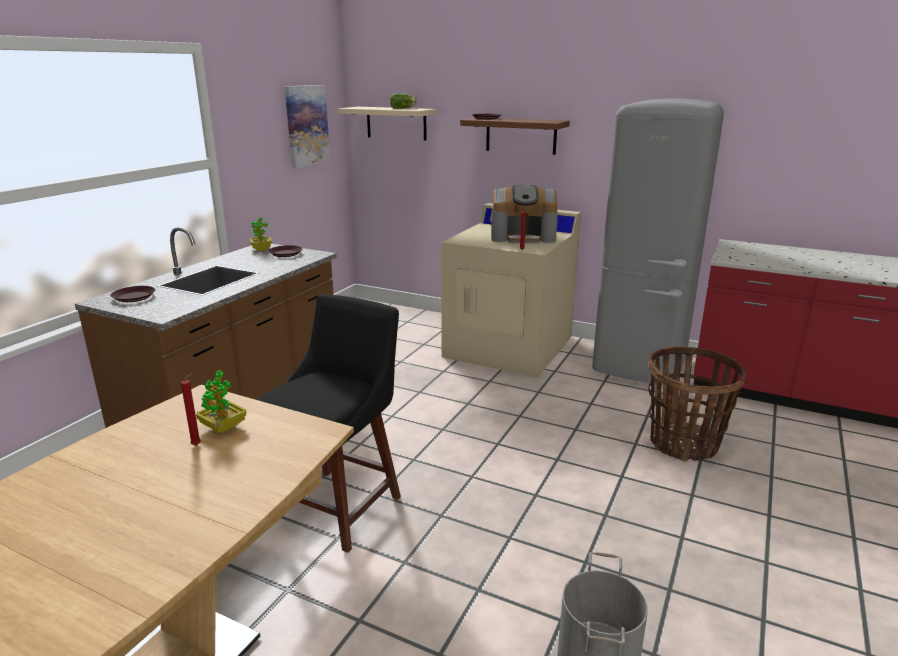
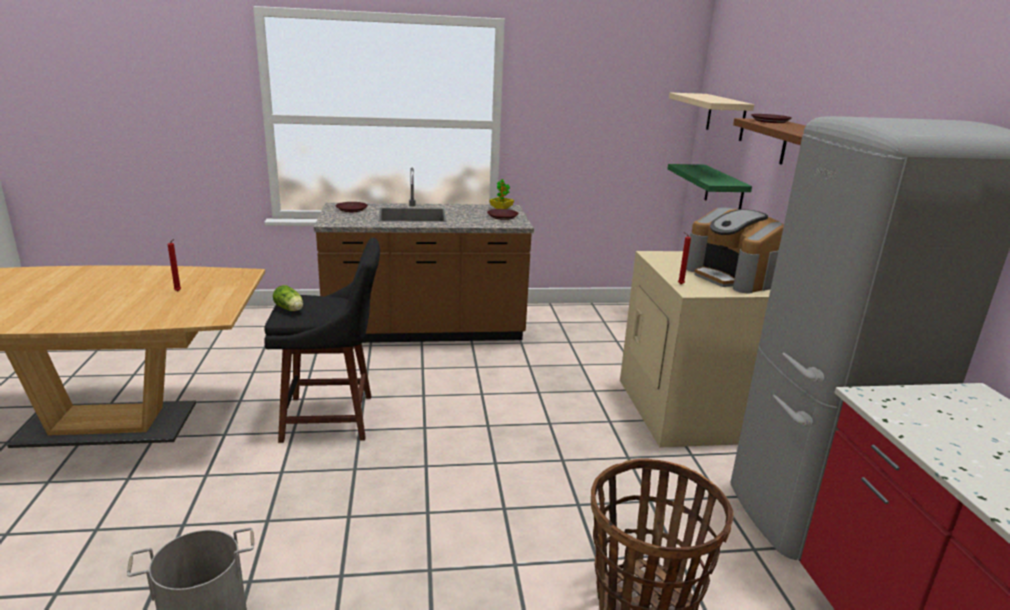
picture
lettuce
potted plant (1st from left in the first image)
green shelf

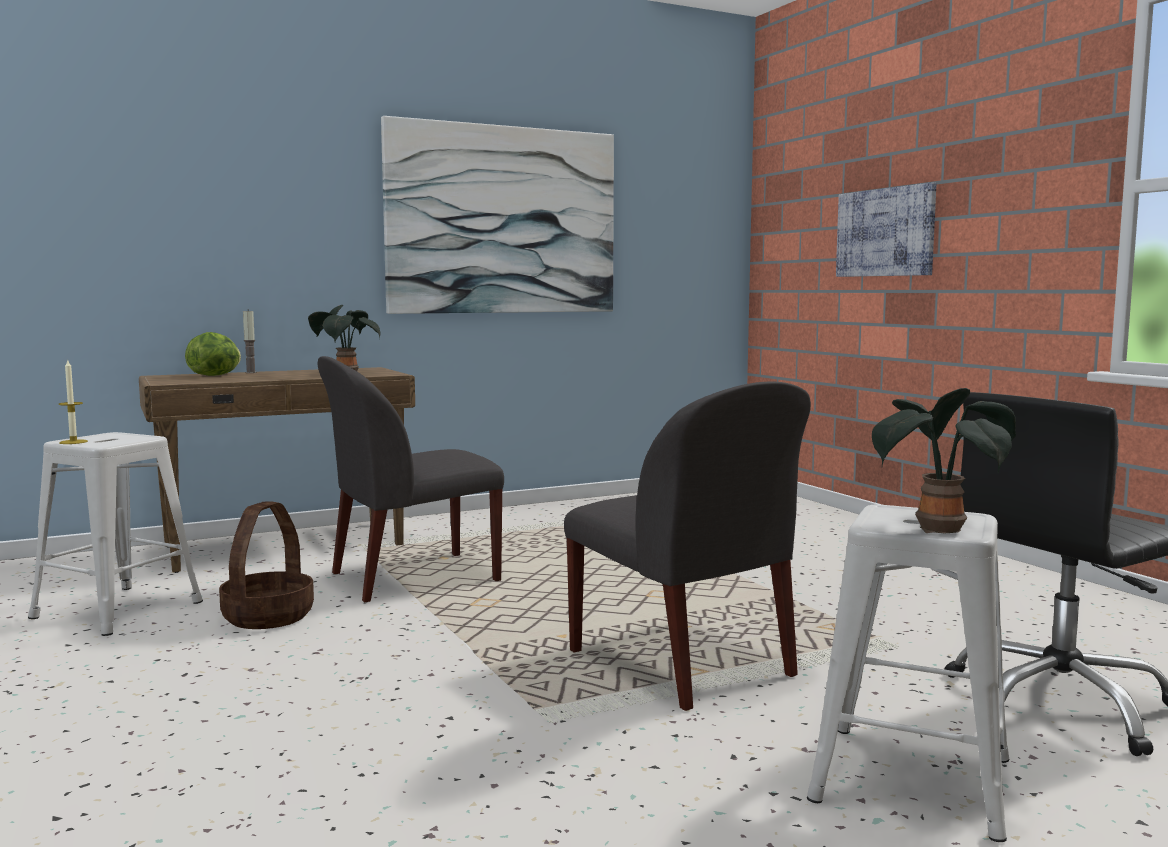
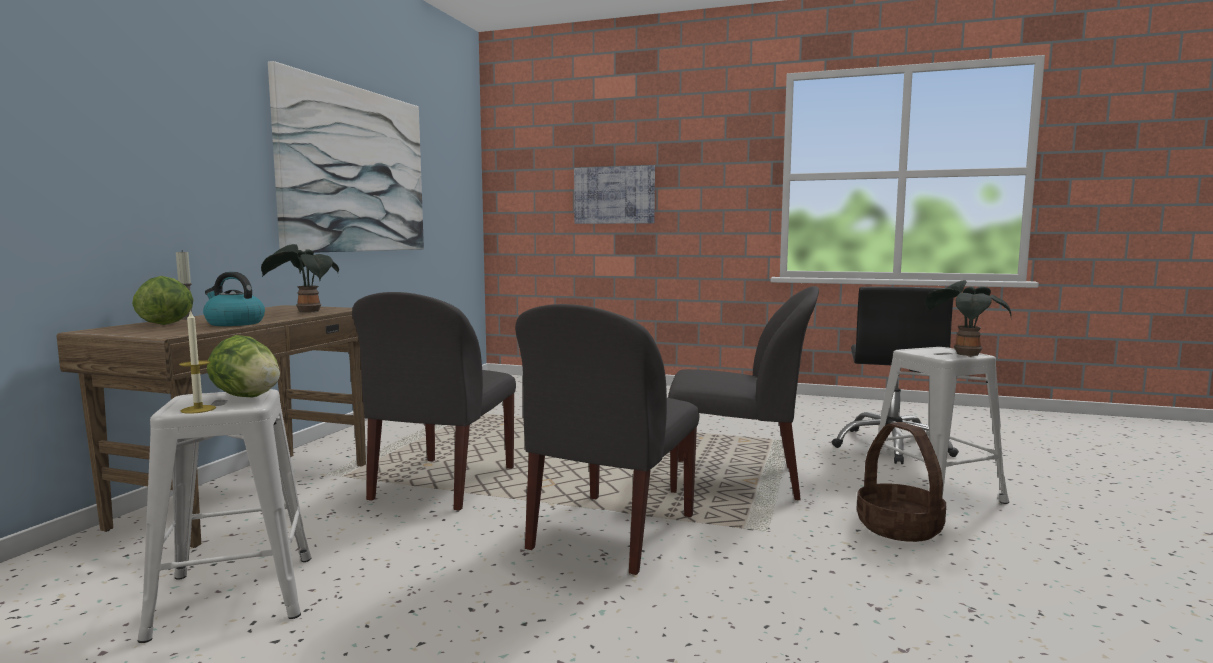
basket
kettle
grey chair (2nd from left)
lettuce (2nd from left)

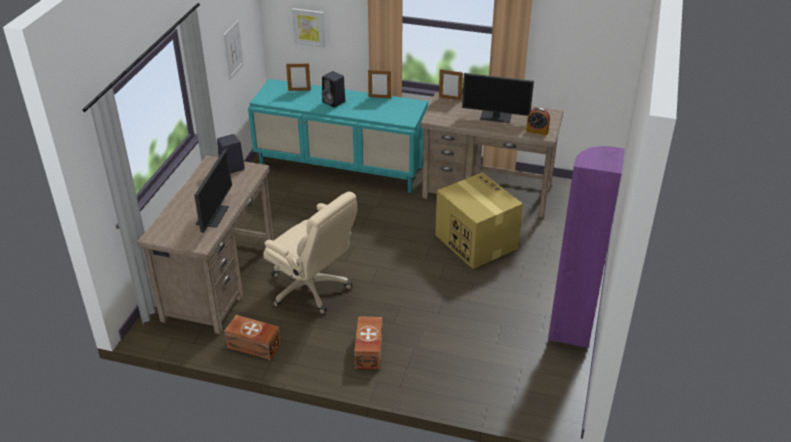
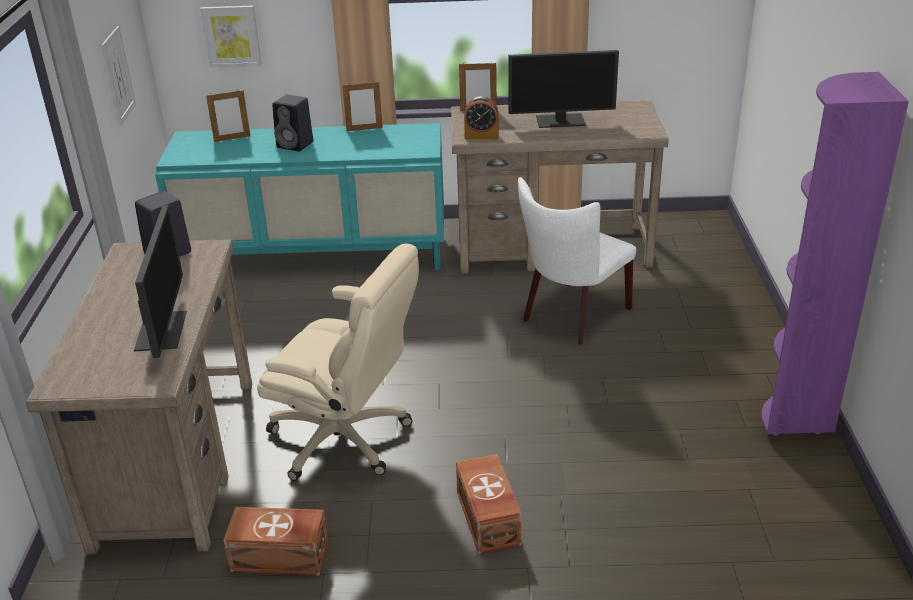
alarm clock
white chair

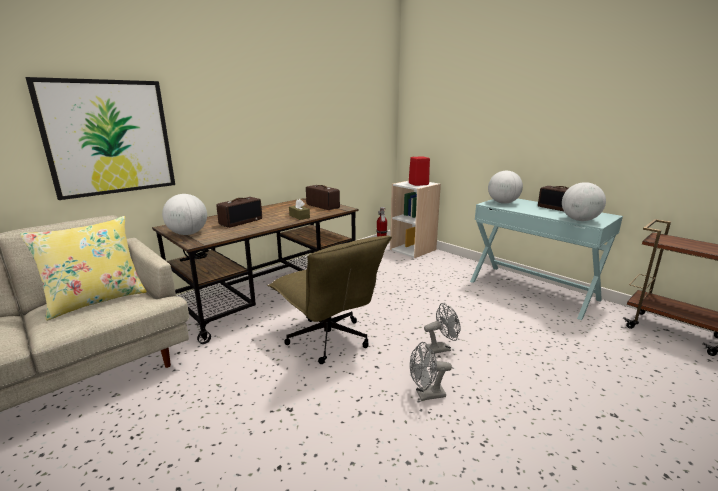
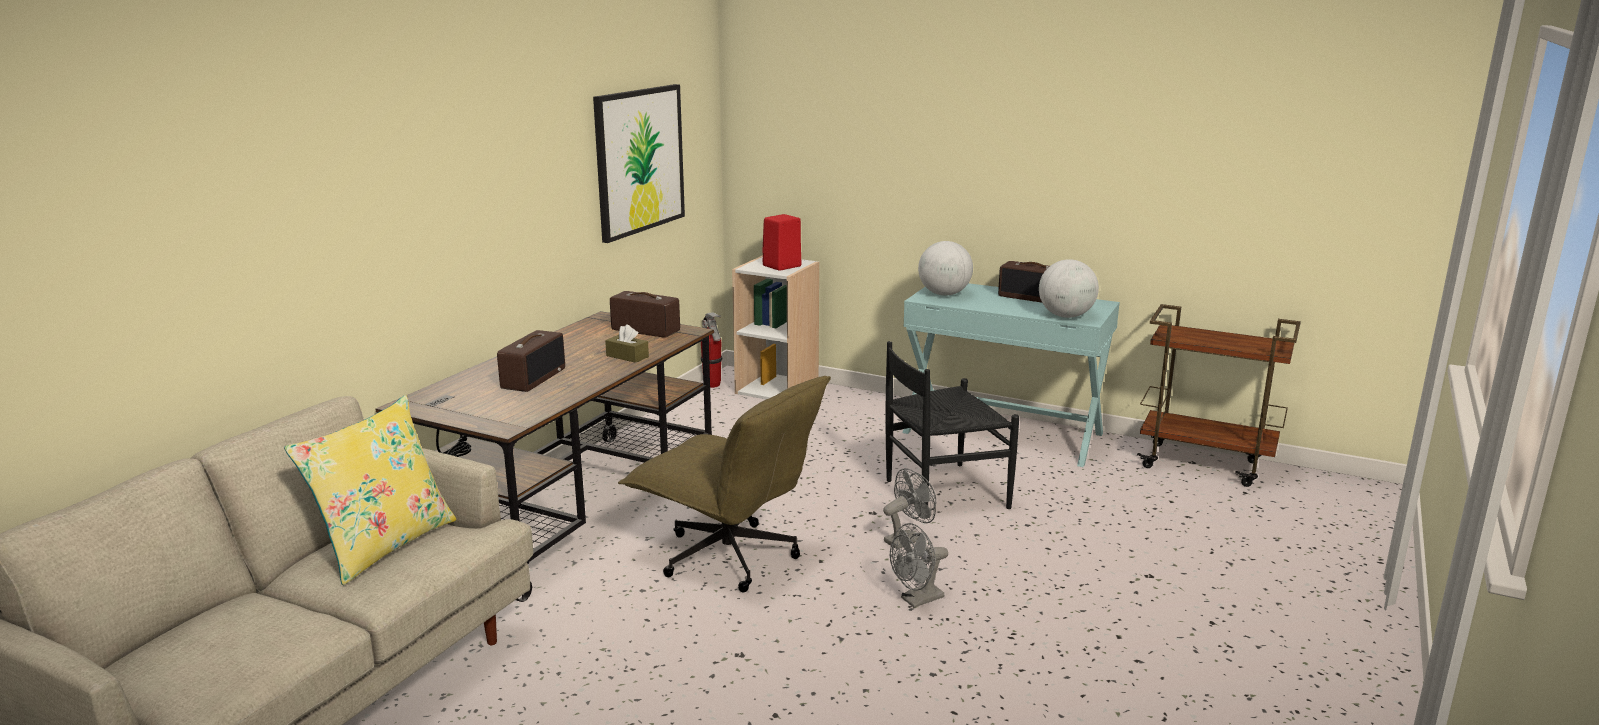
picture
globe (1st from left in the first image)
black chair

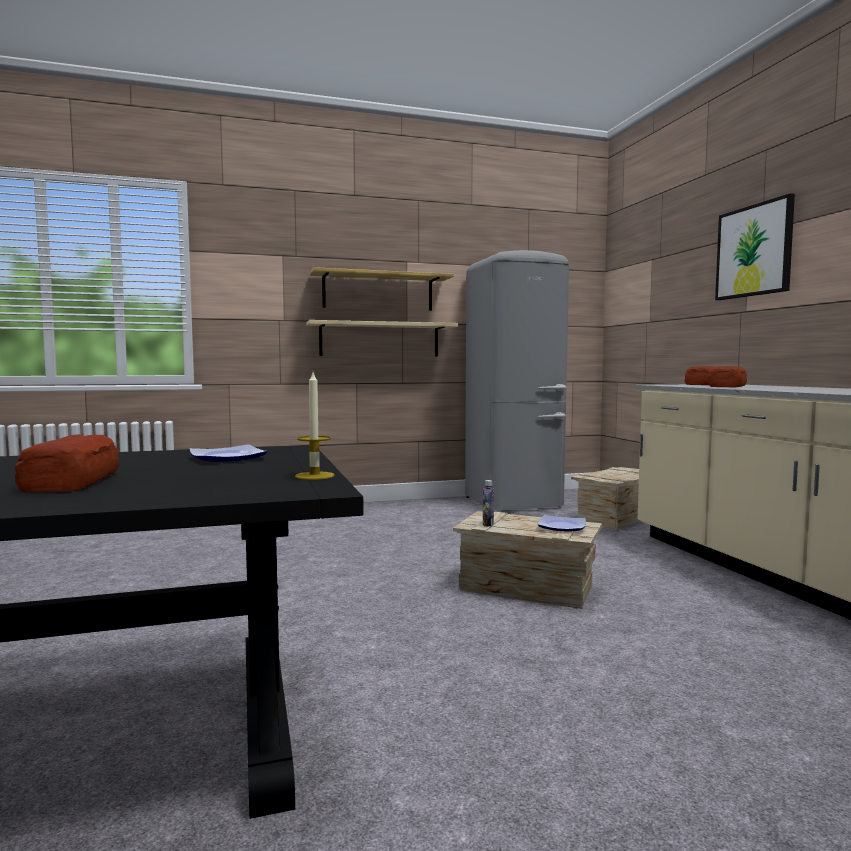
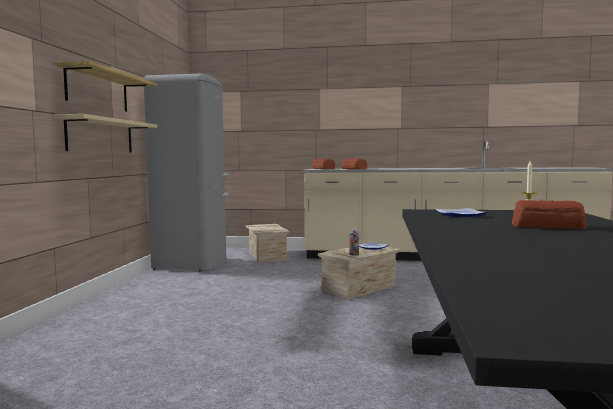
picture

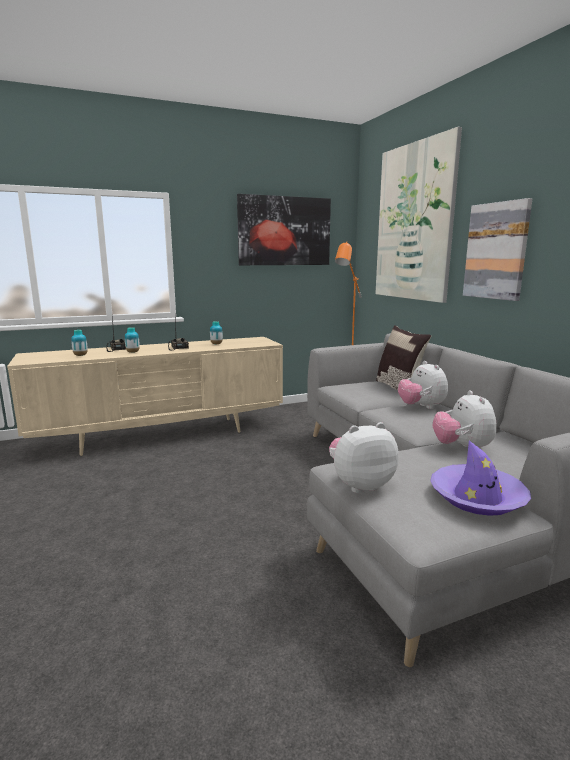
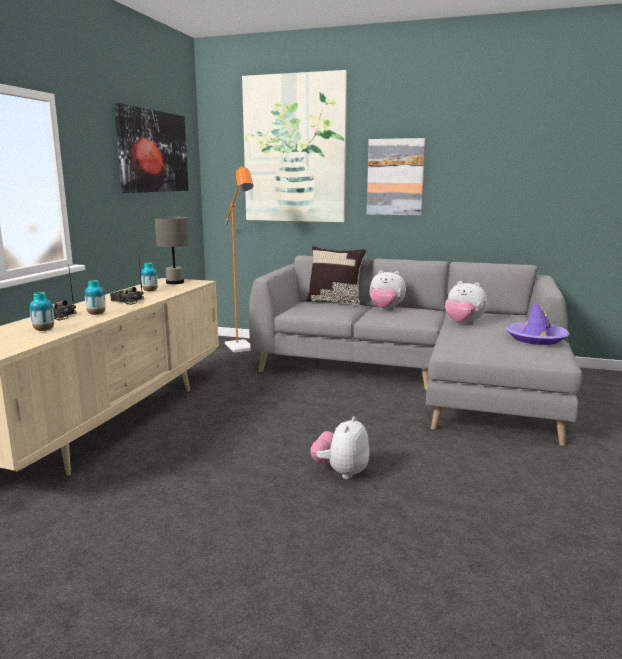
plush toy (1st from left)
grey table lamp

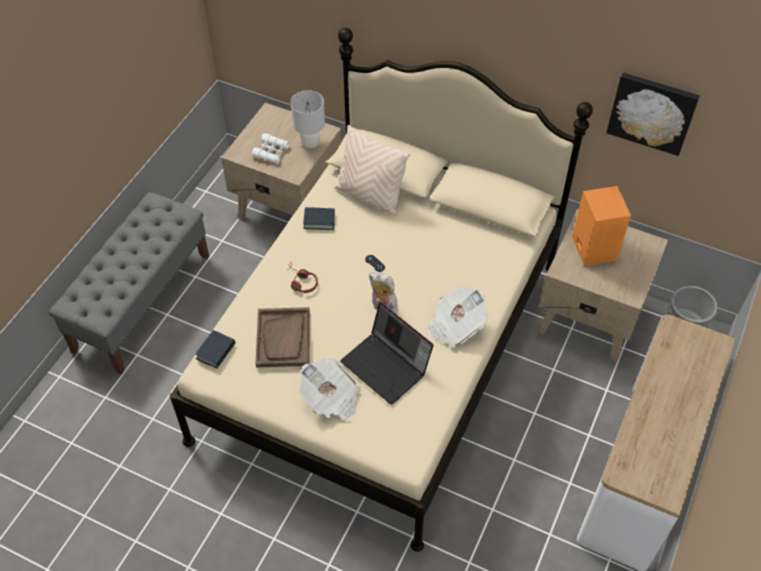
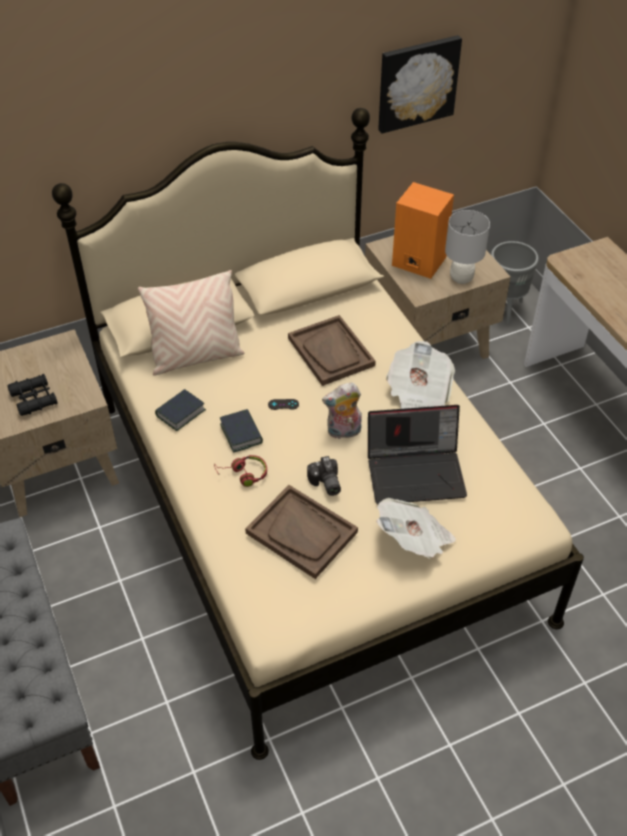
grey table lamp
black binoculars
book (2nd from left)
brown tray (2nd from left)
photo camera

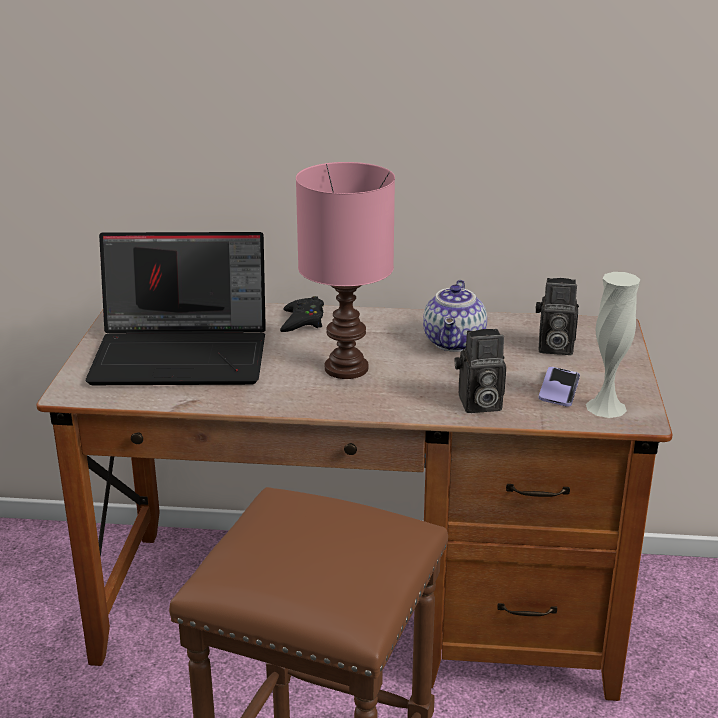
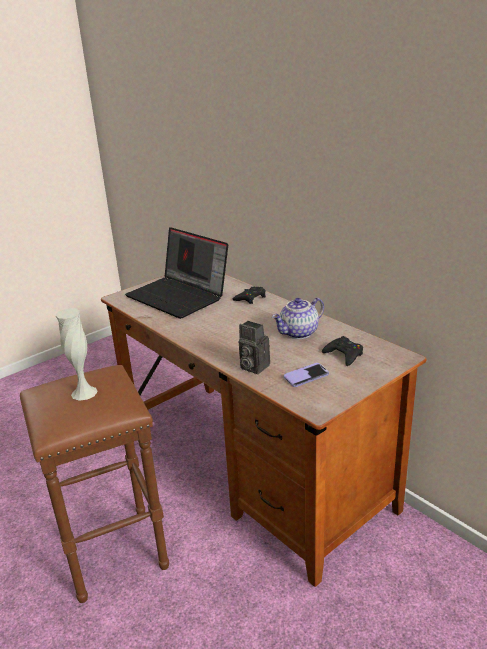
pink table lamp
white vase
black game controller (2nd from left)

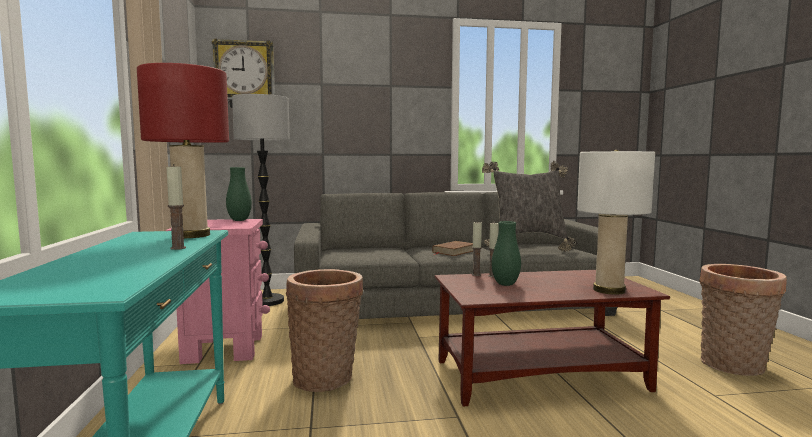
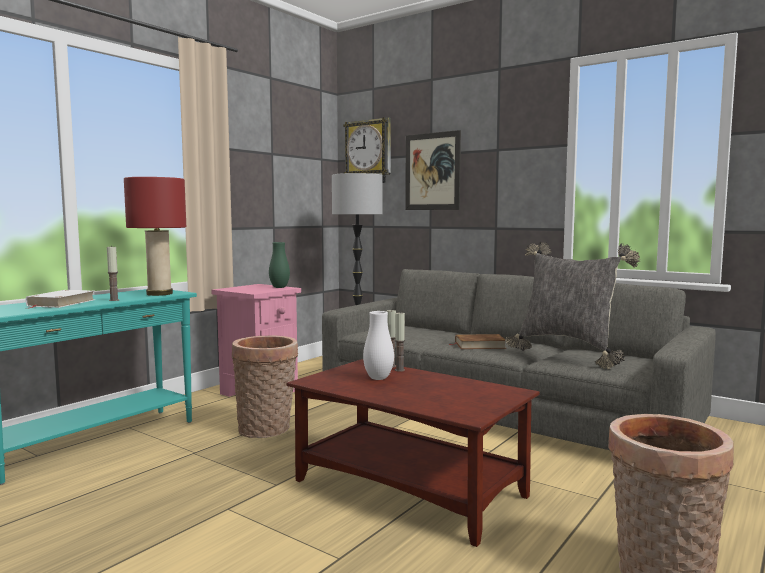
white table lamp
white vase
picture
white book

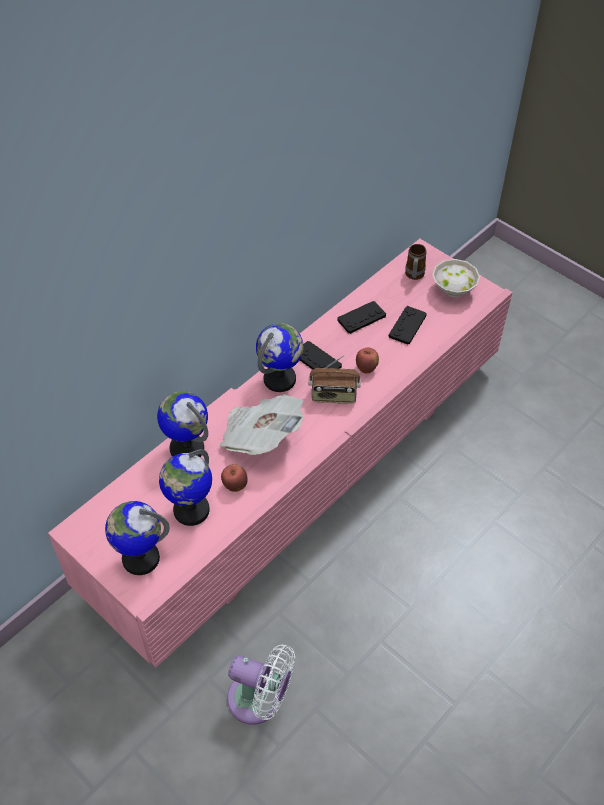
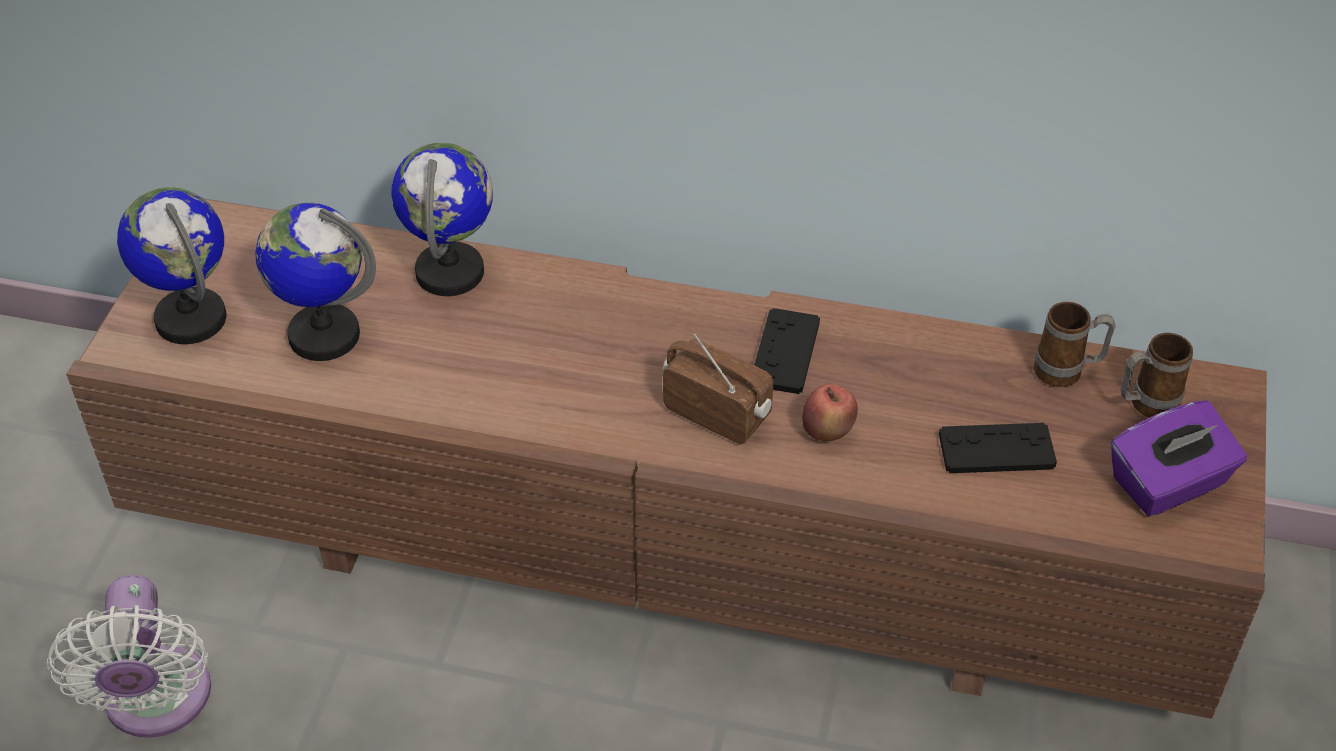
brown tv stand
purple tissue box
black game controller (2nd from left in the first image)
globe (4th from left in the first image)
radio
newspaper
apple (1st from left in the first image)
mug (1st from left)

